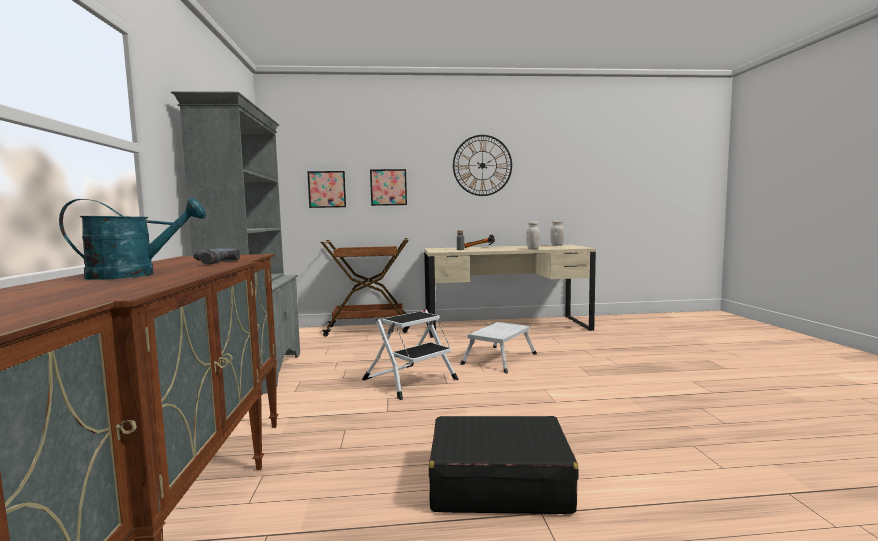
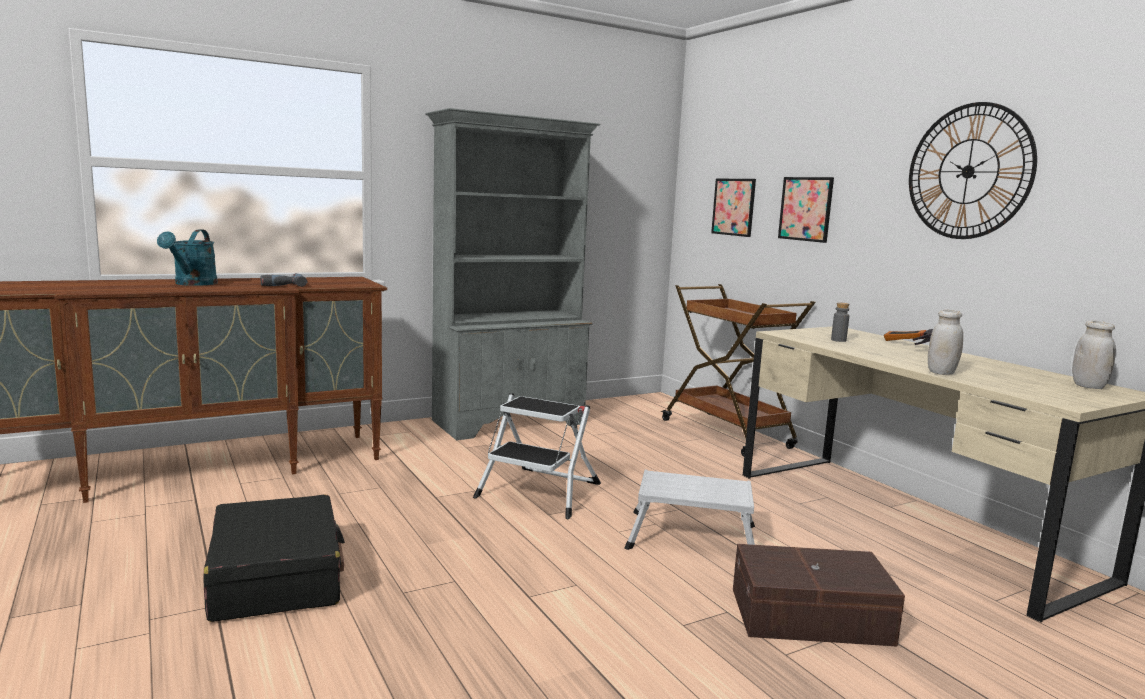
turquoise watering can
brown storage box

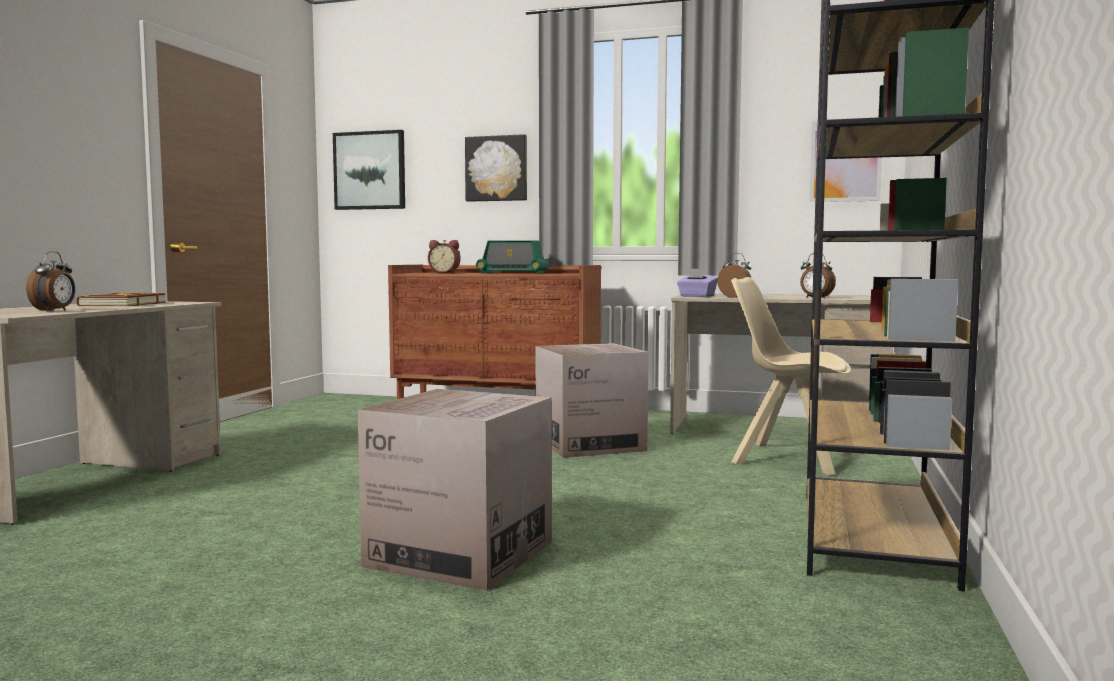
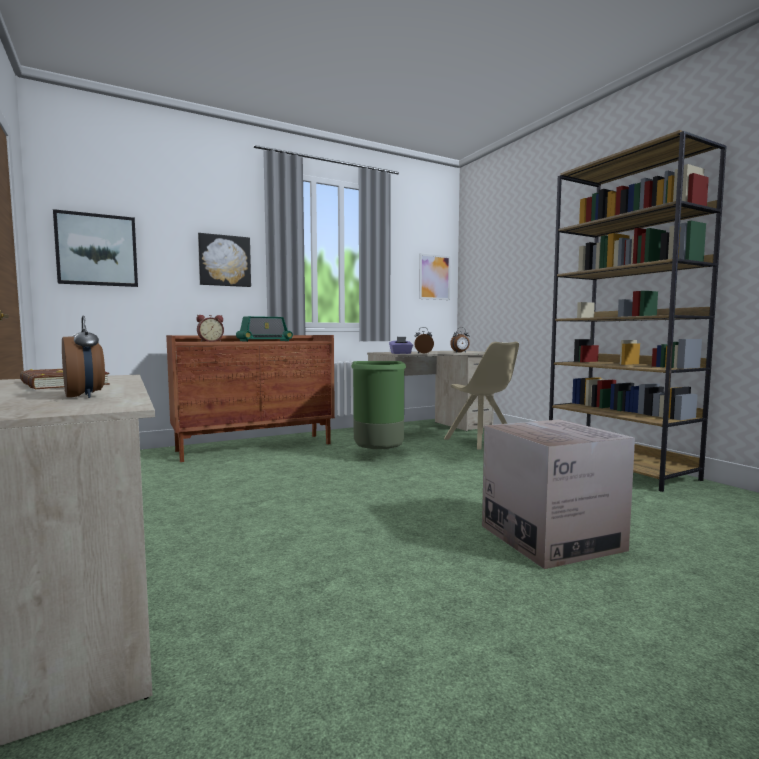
beige chair
green trash can

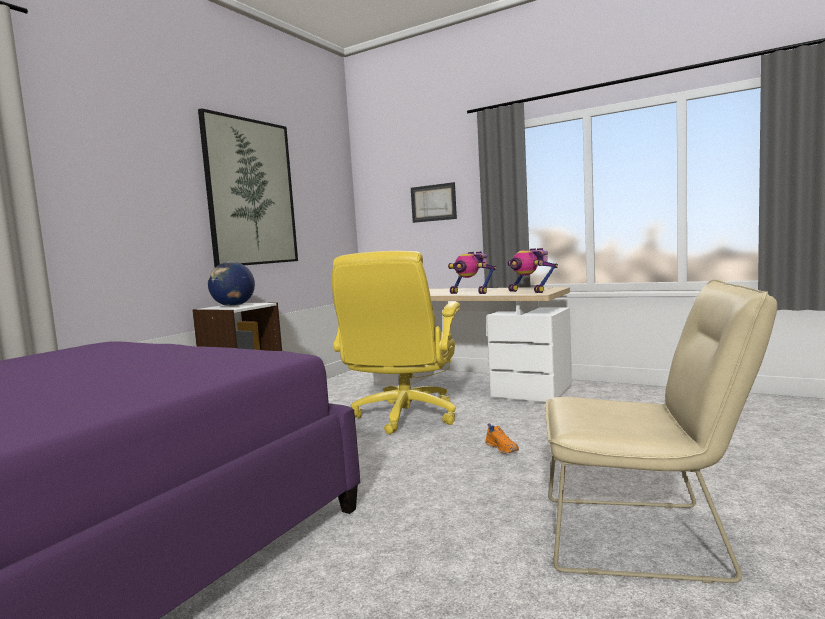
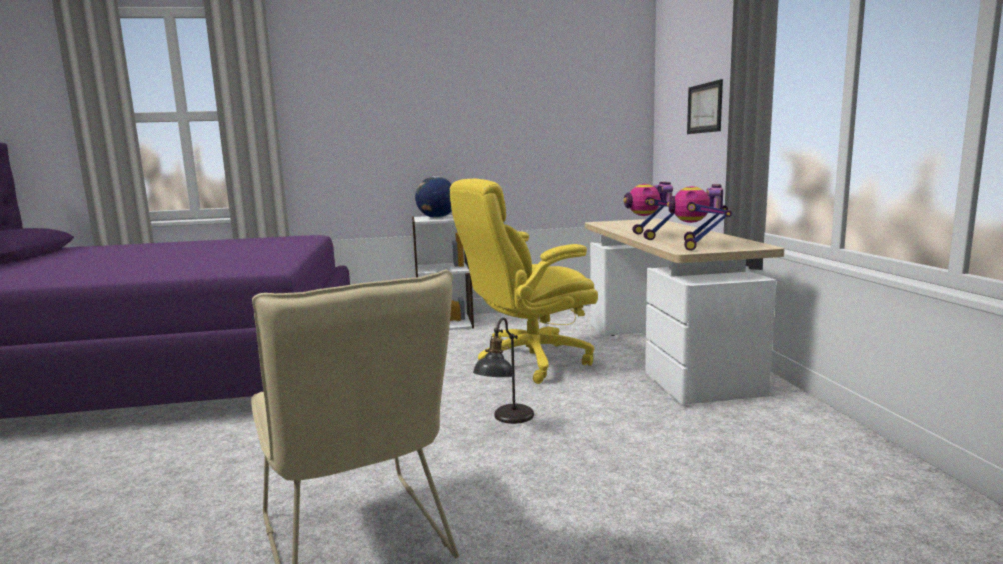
picture (1st from left in the first image)
grey table lamp

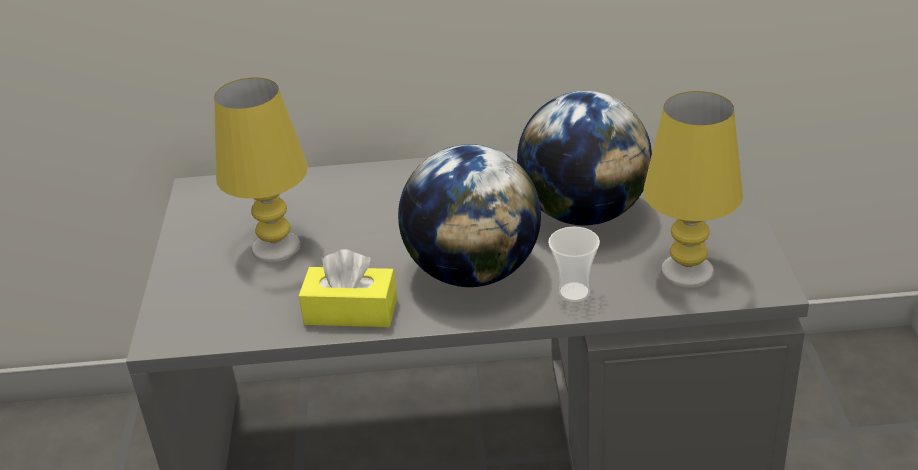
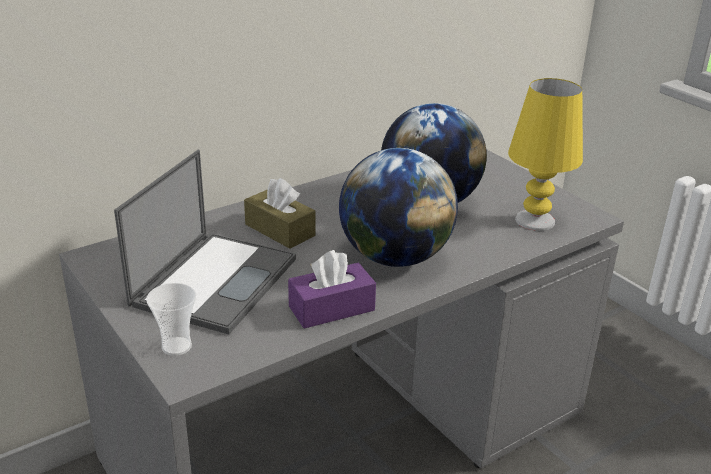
laptop
cup
purple tissue box
brown tissue box

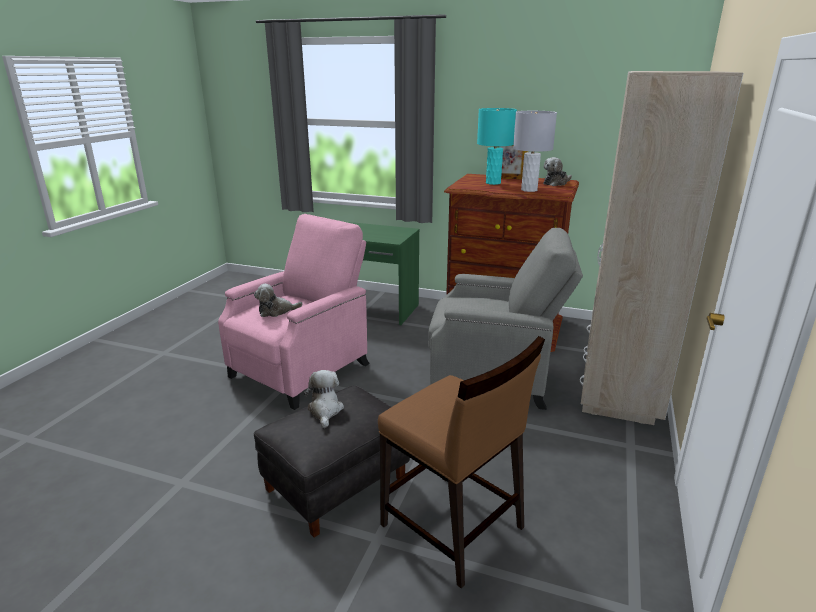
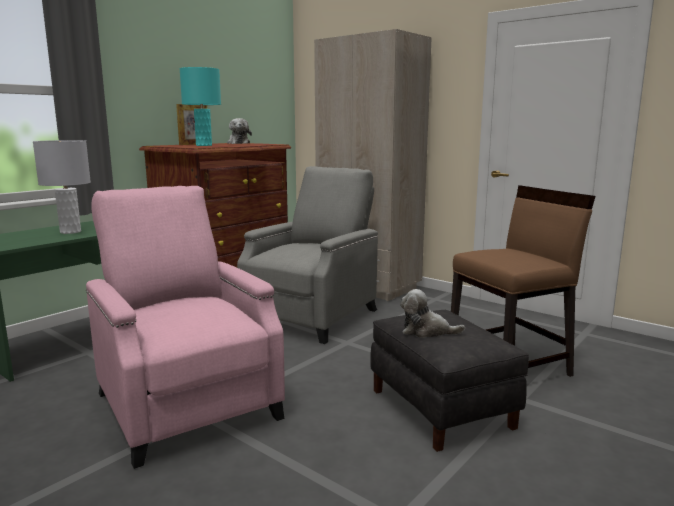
grey table lamp
plush toy (1st from left in the first image)

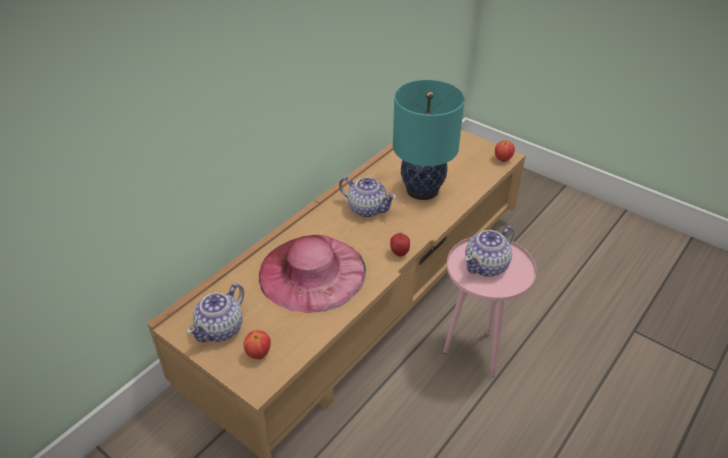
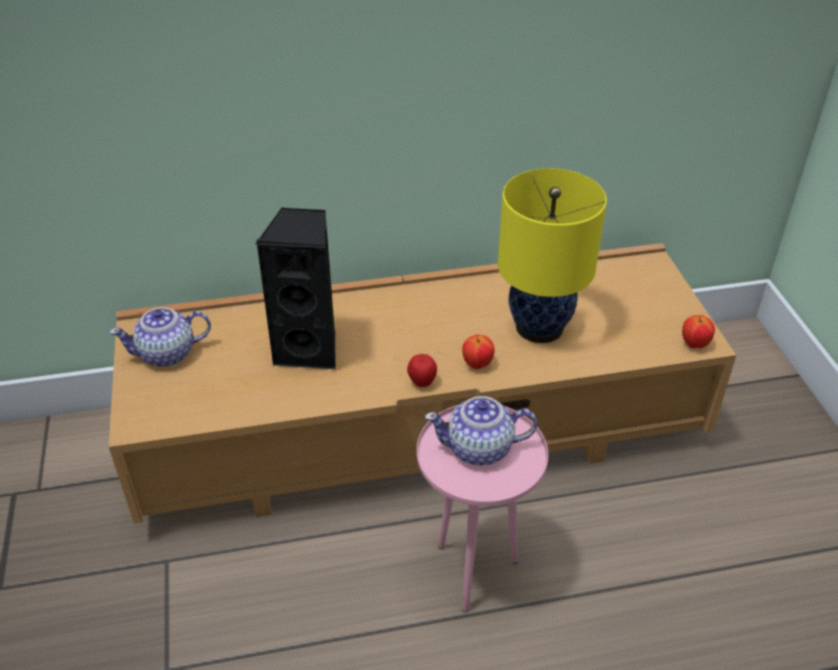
yellow table lamp
teapot (2nd from left in the first image)
black speaker
apple (2nd from left)

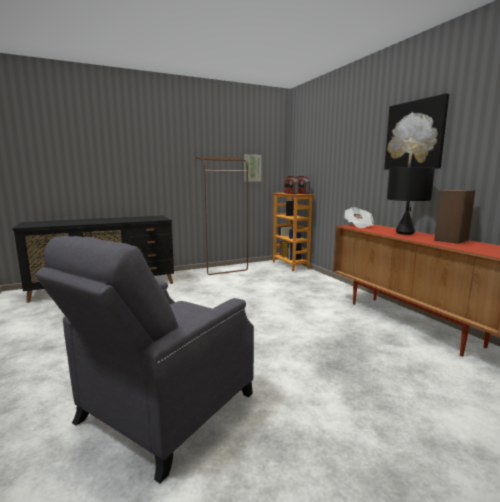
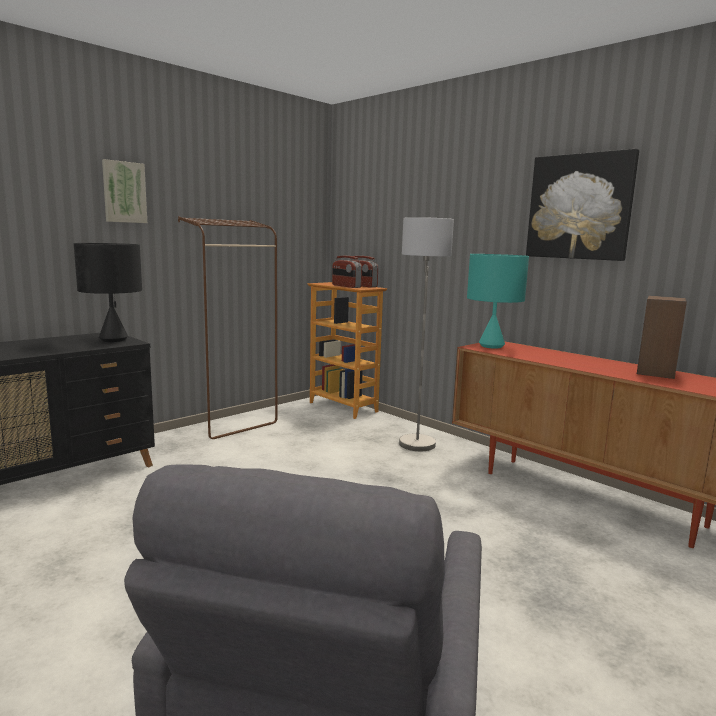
picture (1st from left)
black table lamp
turquoise table lamp
grey floor lamp

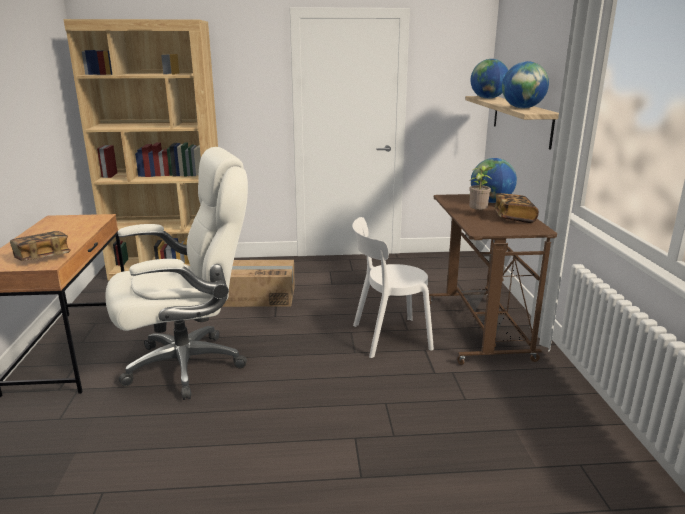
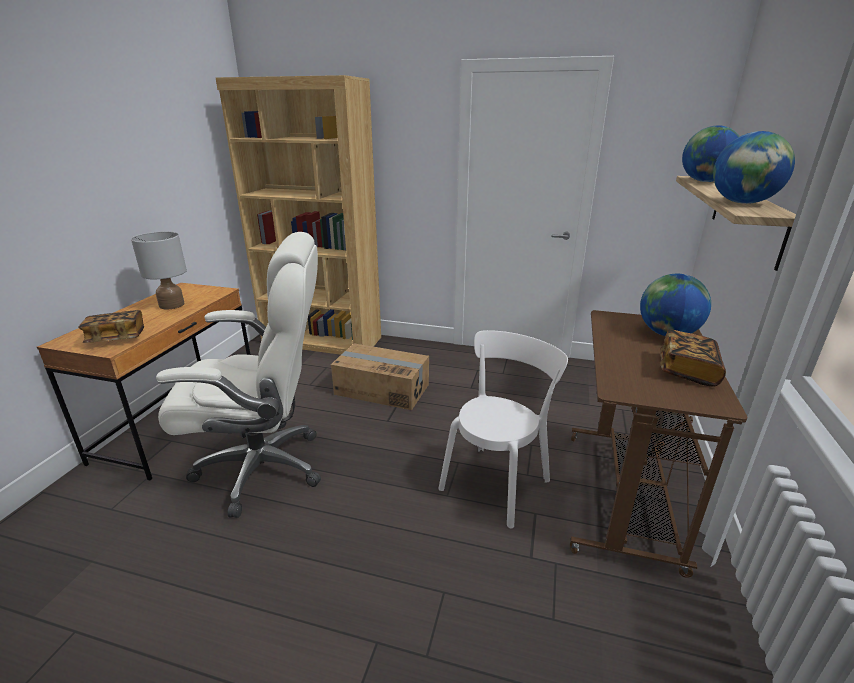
potted plant
white chair
grey table lamp

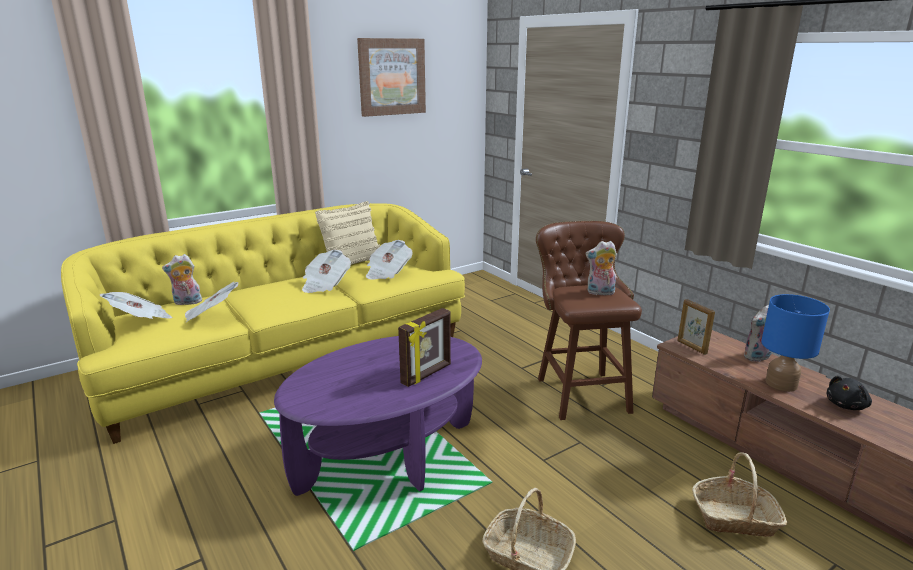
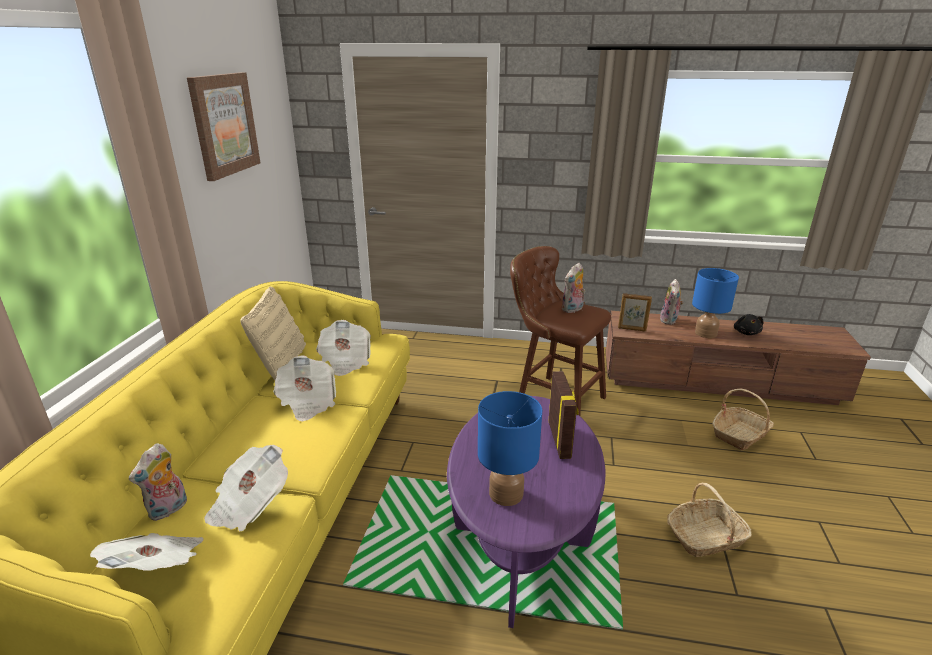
blue table lamp (1st from left)

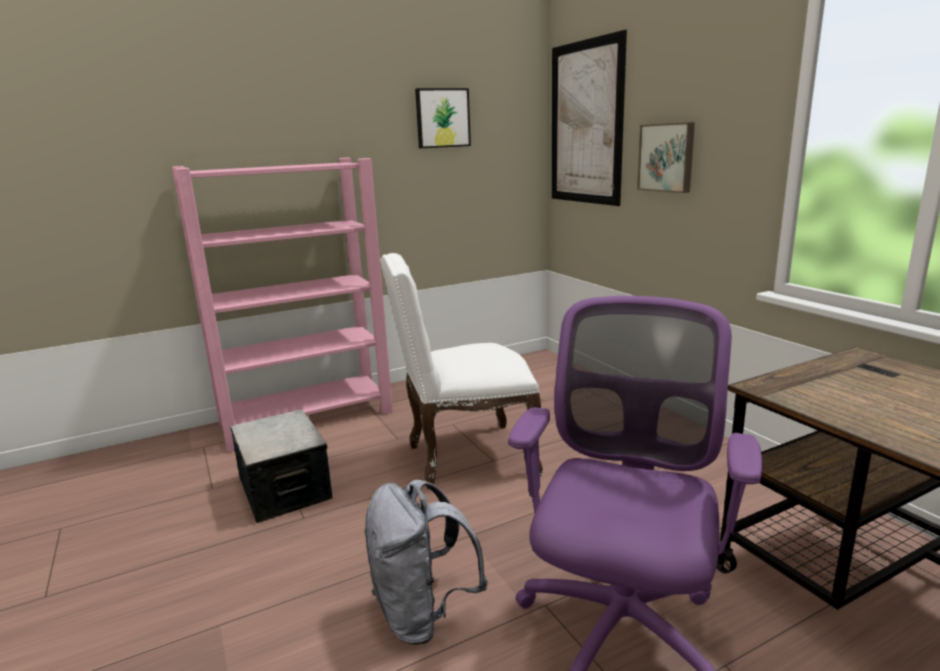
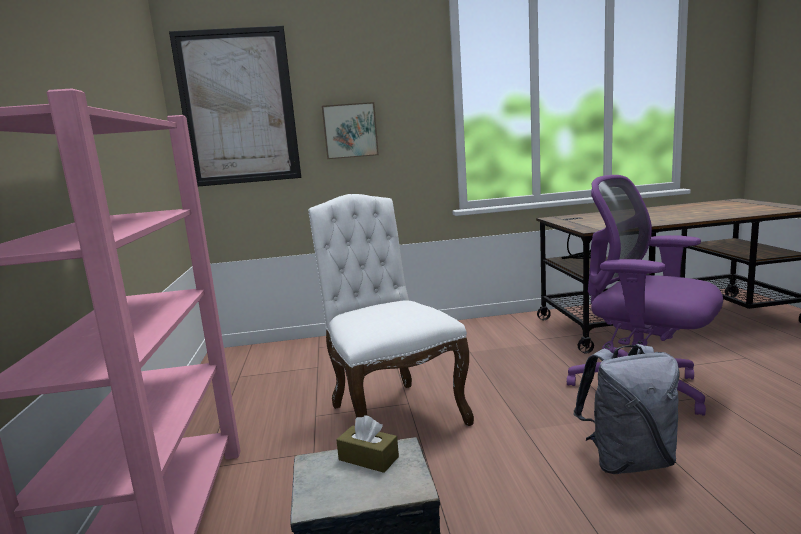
picture (1st from left in the first image)
white chair
brown tissue box

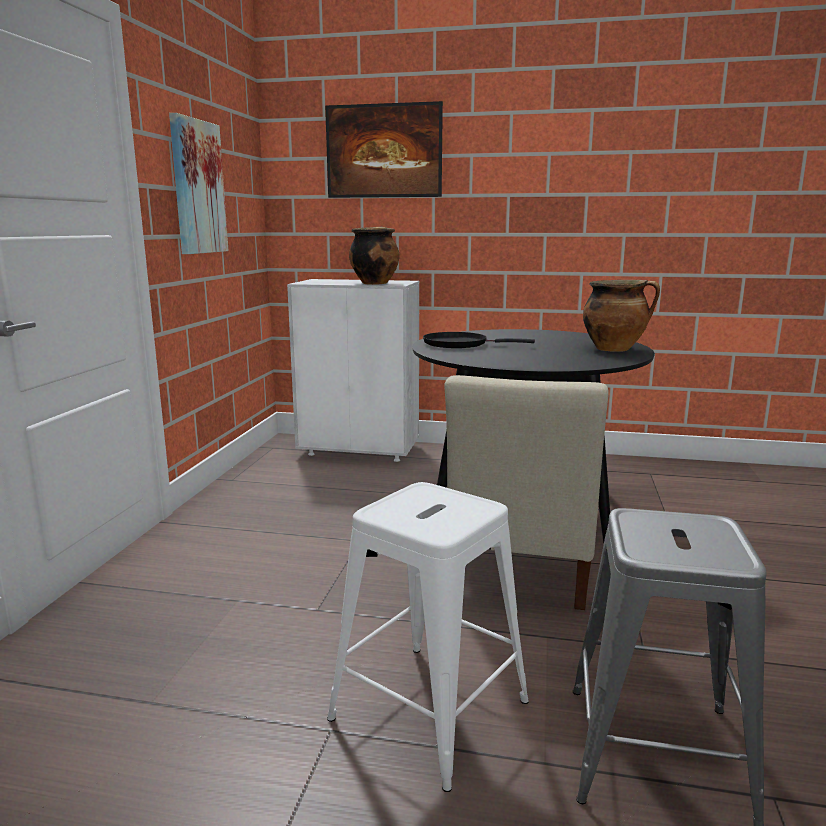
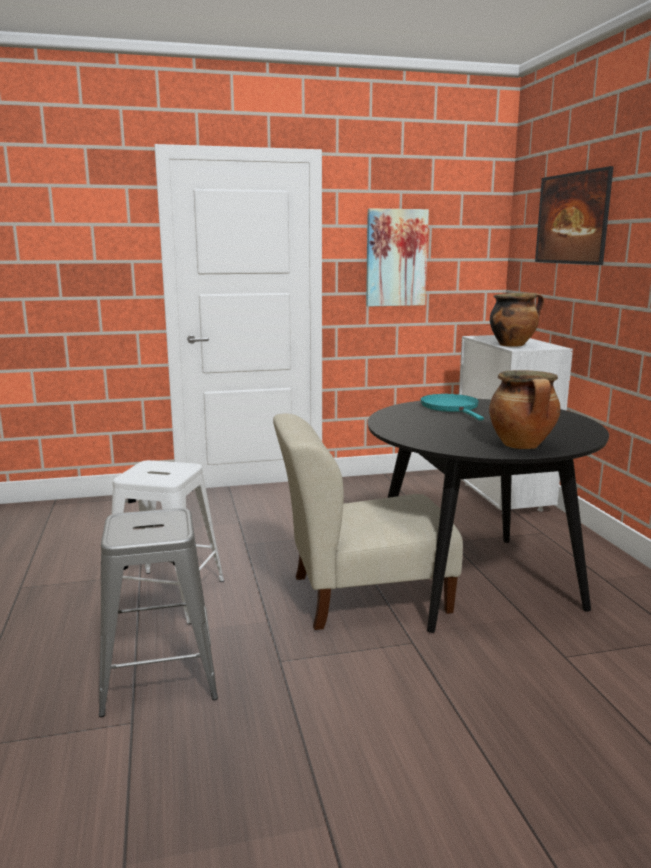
turquoise frying pan

